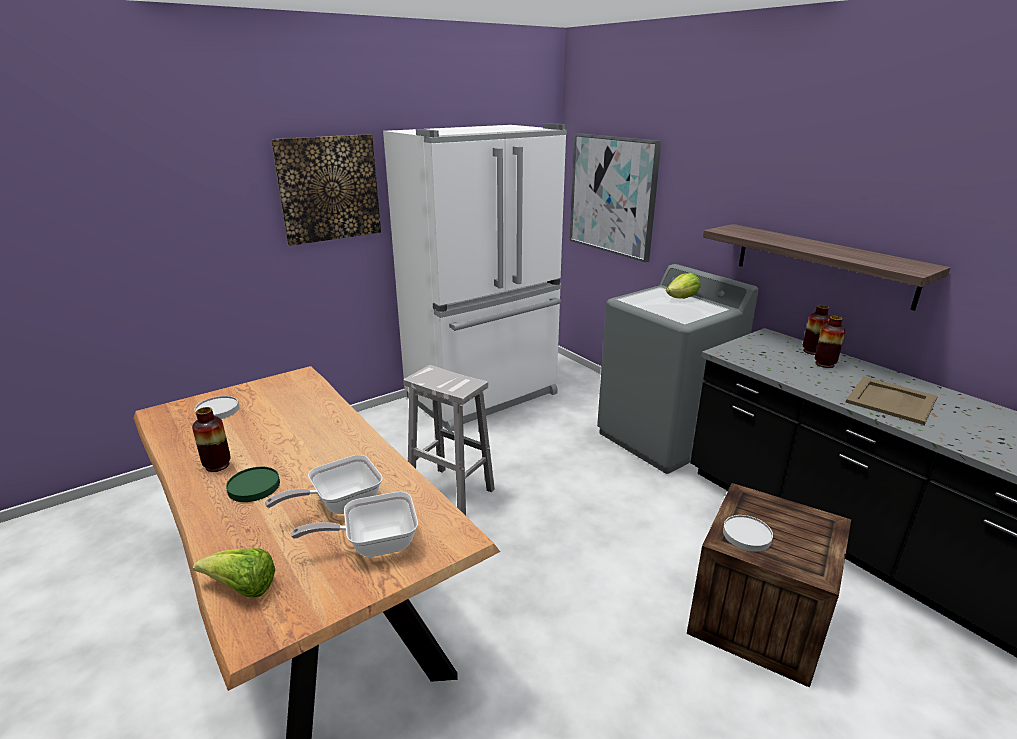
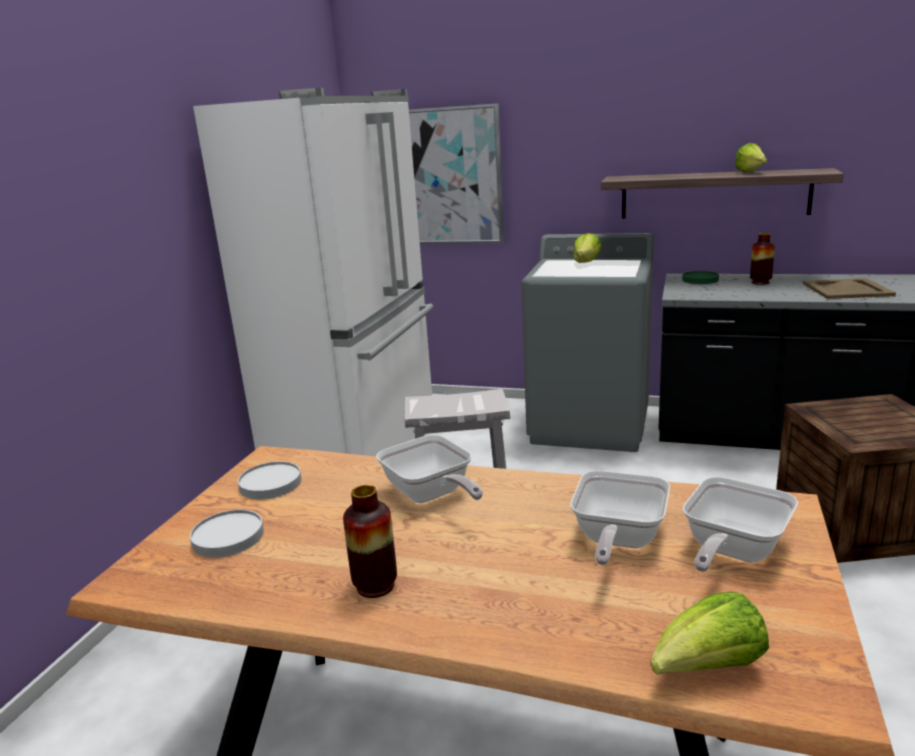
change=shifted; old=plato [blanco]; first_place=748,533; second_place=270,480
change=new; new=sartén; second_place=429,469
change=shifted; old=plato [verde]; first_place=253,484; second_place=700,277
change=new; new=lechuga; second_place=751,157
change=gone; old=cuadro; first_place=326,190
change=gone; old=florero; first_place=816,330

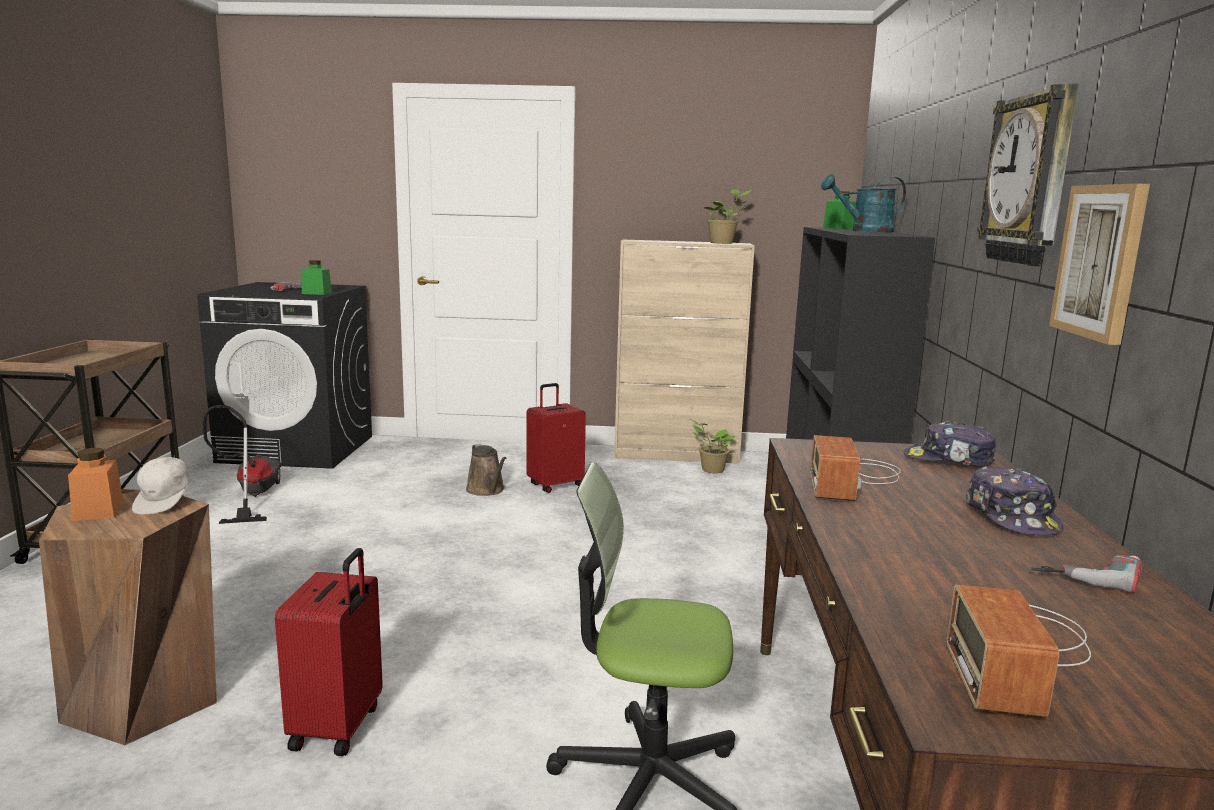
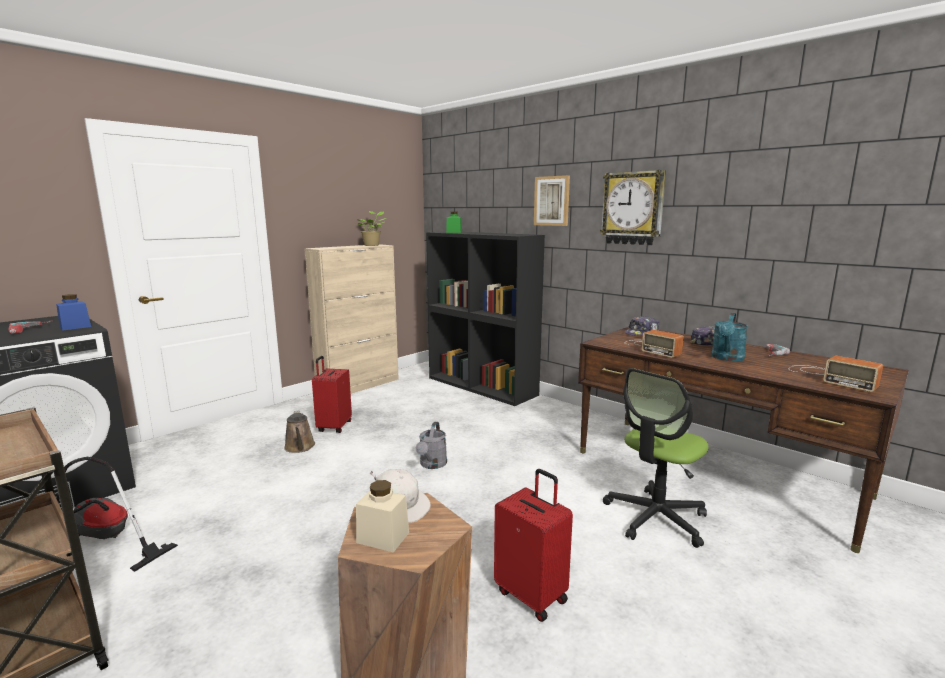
change=repainted; old=tarro [verde]; new=tarro [azul]; first_place=316,277; second_place=73,312
change=rotated; old=regadera [marrón]; first_place=486,470; second_place=299,432; degrees=60
change=repainted; old=tarro [naranja]; new=tarro [beis]; first_place=96,484; second_place=382,516
change=new; new=regadera [gris]; second_place=431,445
change=shifted; old=cuadro; first_place=1099,264; second_place=552,200
change=shifted; old=regadera [turquesa]; first_place=863,203; second_place=729,337
change=gone; old=planta en maceta; first_place=712,446

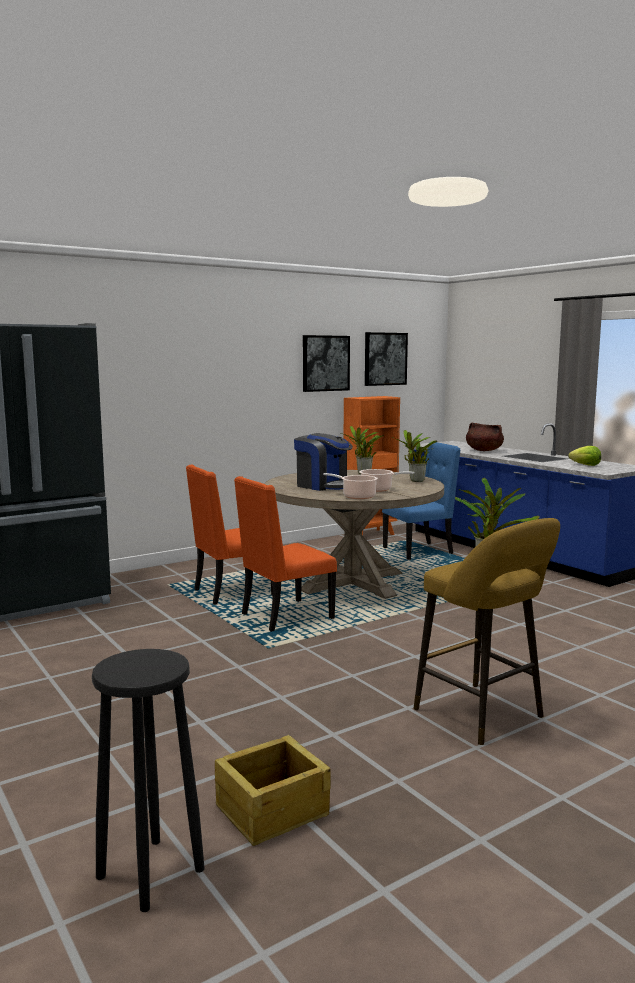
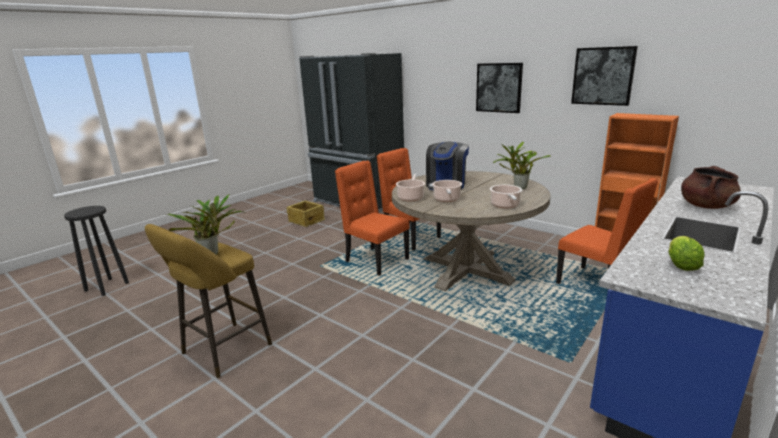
change=shifted; old=caja de embalaje; first_place=273,790; second_place=305,214
change=shifted; old=cuadro; first_place=386,359; second_place=499,88
change=swapped; old=planta en maceta; new=olla; first_place=414,456; second_place=506,196
change=repainted; old=silla [azul]; new=silla [naranja]; first_place=421,501; second_place=607,231

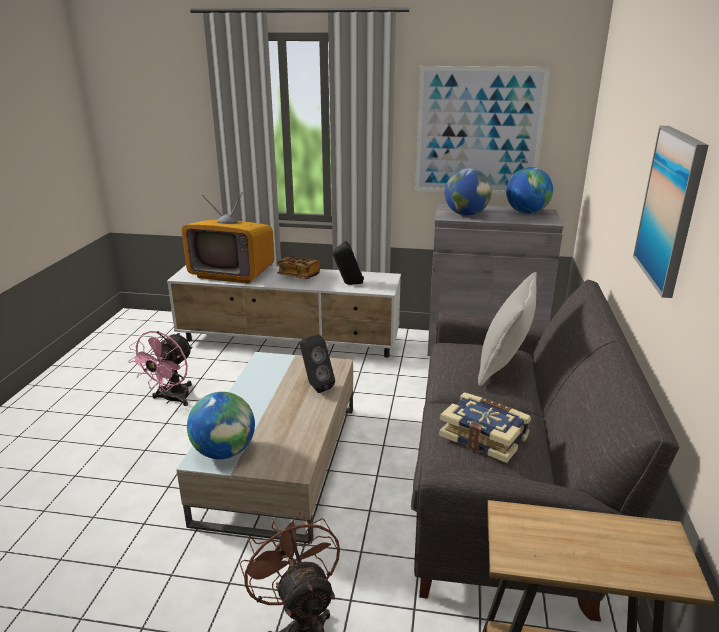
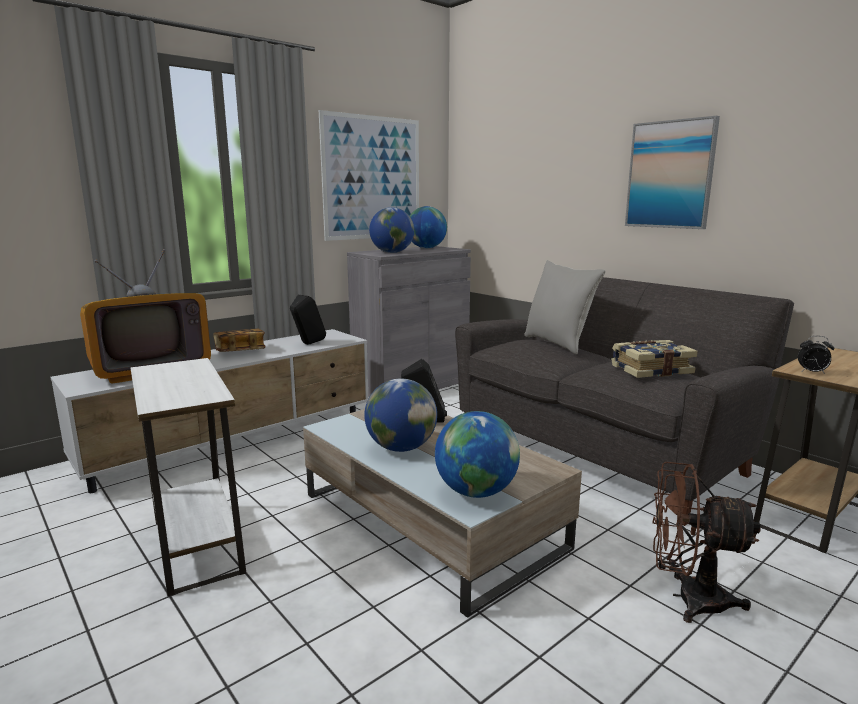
change=swapped; old=ventilador [rosa]; new=mesa auxiliar [blanco]; first_place=160,368; second_place=188,477
change=new; new=globo terráqueo; second_place=400,415
change=new; new=despertador; second_place=816,355

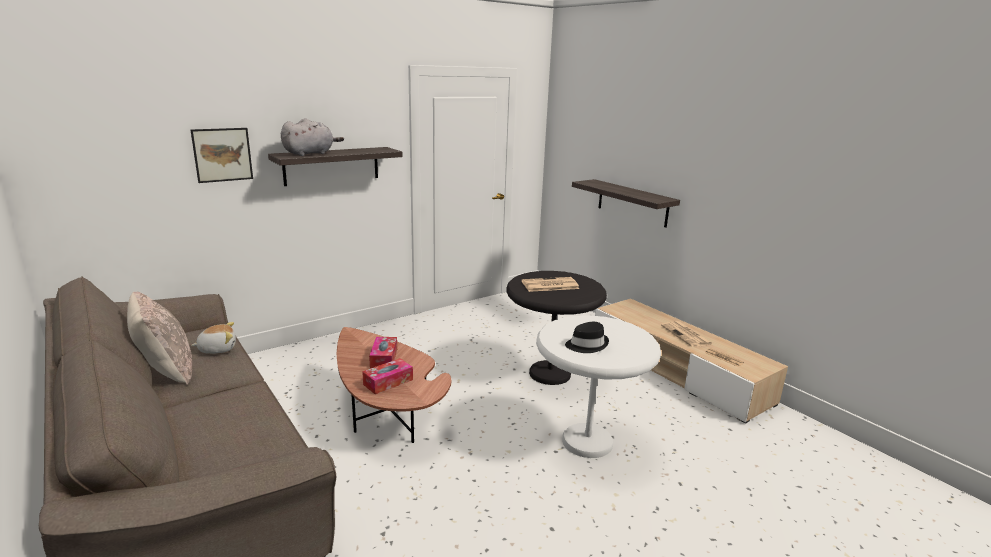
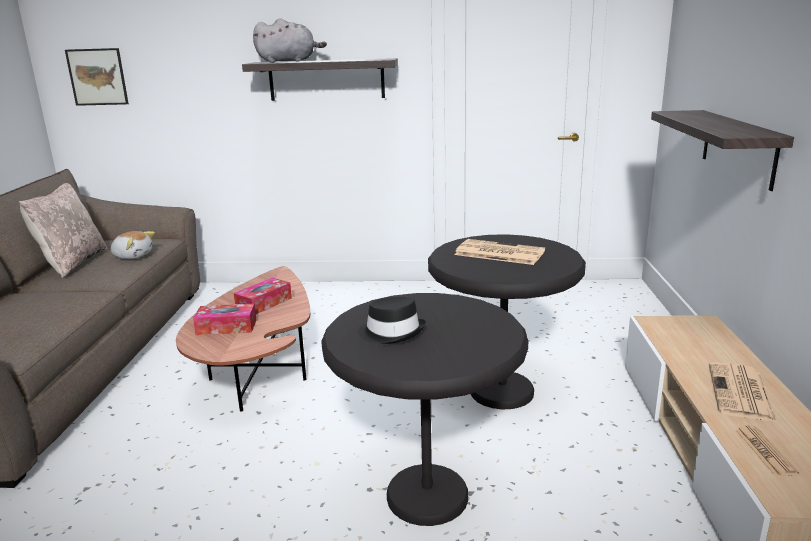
change=shifted; old=cuadro; first_place=222,155; second_place=97,77
change=repainted; old=mesa auxiliar [blanco]; new=mesa auxiliar [negro]; first_place=598,386; second_place=424,409

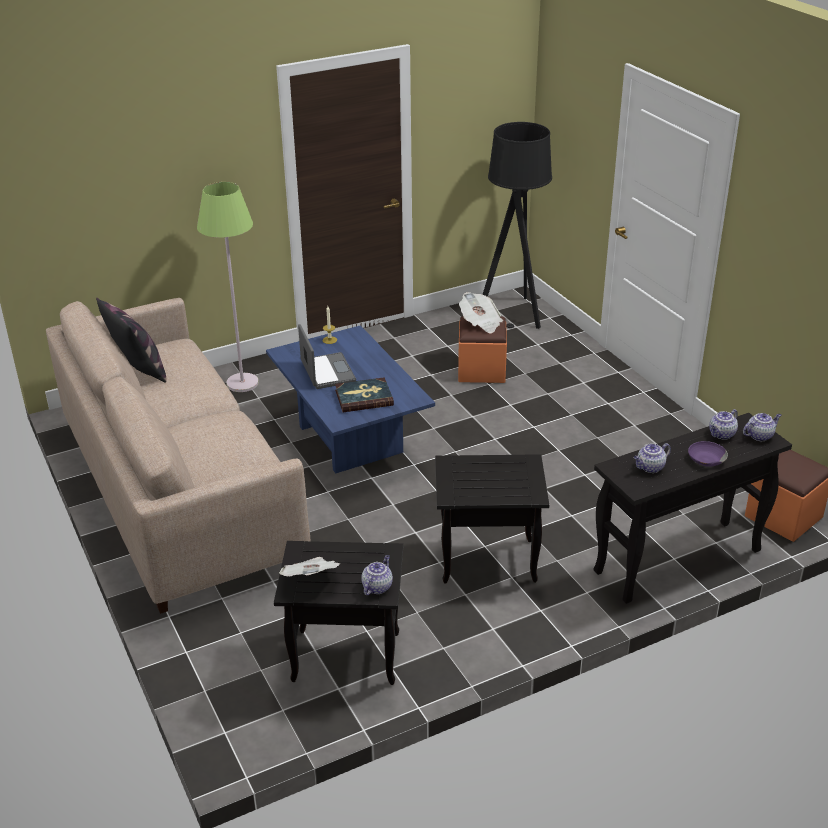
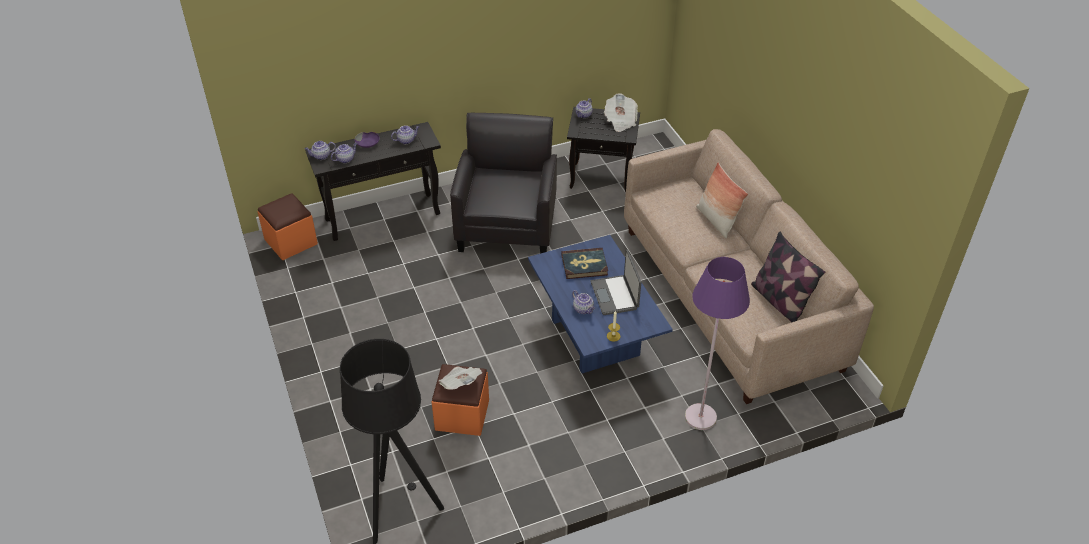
change=swapped; old=mesa auxiliar [negro]; new=sillón [negro]; first_place=492,519; second_place=503,183
change=new; new=tetera; second_place=583,302
change=repainted; old=lámpara de pie [verde]; new=lámpara de pie [morado]; first_place=228,287; second_place=717,343
change=new; new=cojín; second_place=722,200

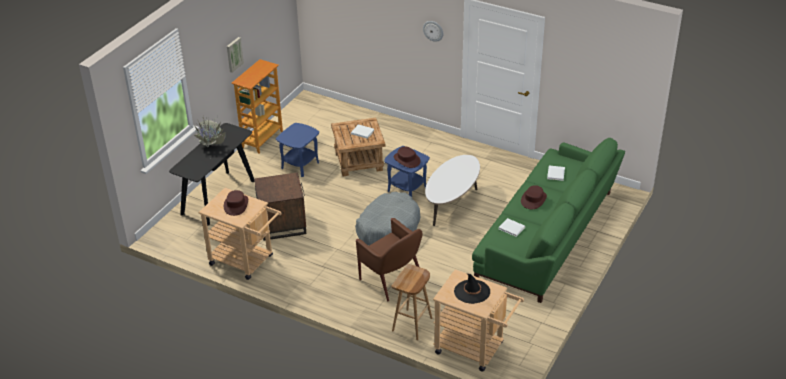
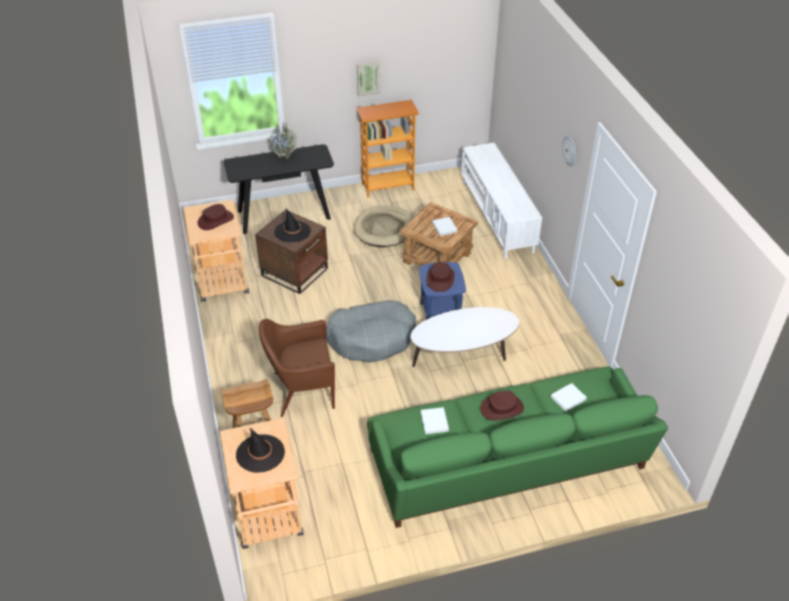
change=rotated; old=sillón [marrón]; first_place=389,260; second_place=297,368; degrees=75
change=new; new=sombrero [negro]; second_place=292,225
change=swapped; old=mesa auxiliar [azul]; new=cama para perro [beis]; first_place=297,150; second_place=383,226
change=new; new=mueble de televisión [blanco]; second_place=501,200

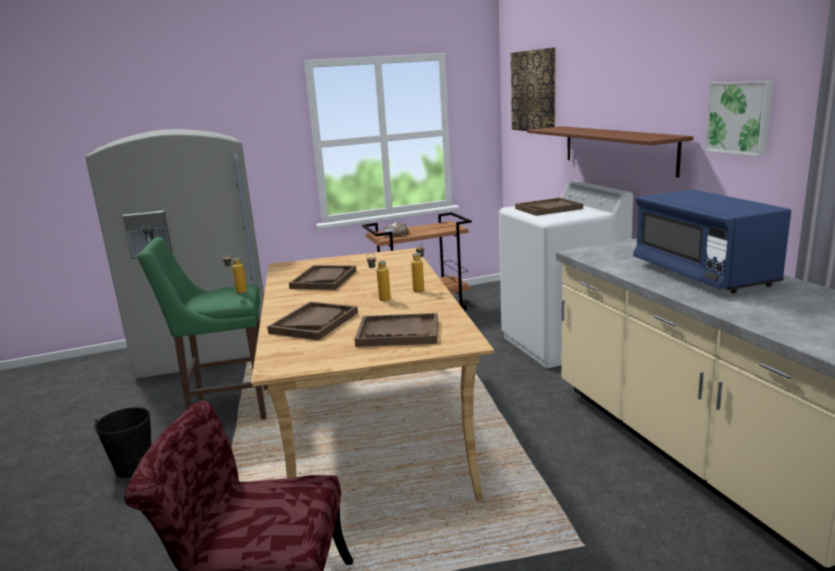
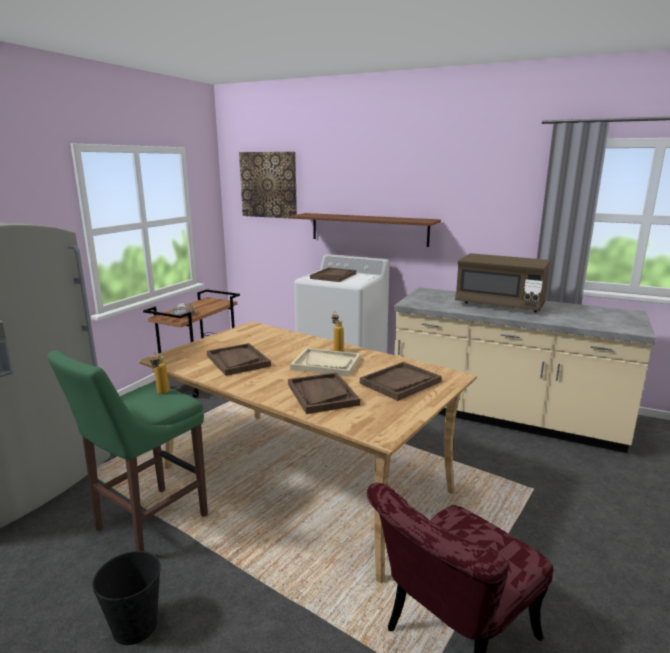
change=swapped; old=botella; new=bandeja [beis]; first_place=379,277; second_place=325,362
change=repainted; old=microondas [azul]; new=microondas [marrón]; first_place=712,241; second_place=502,282
change=gone; old=cuadro; first_place=739,119

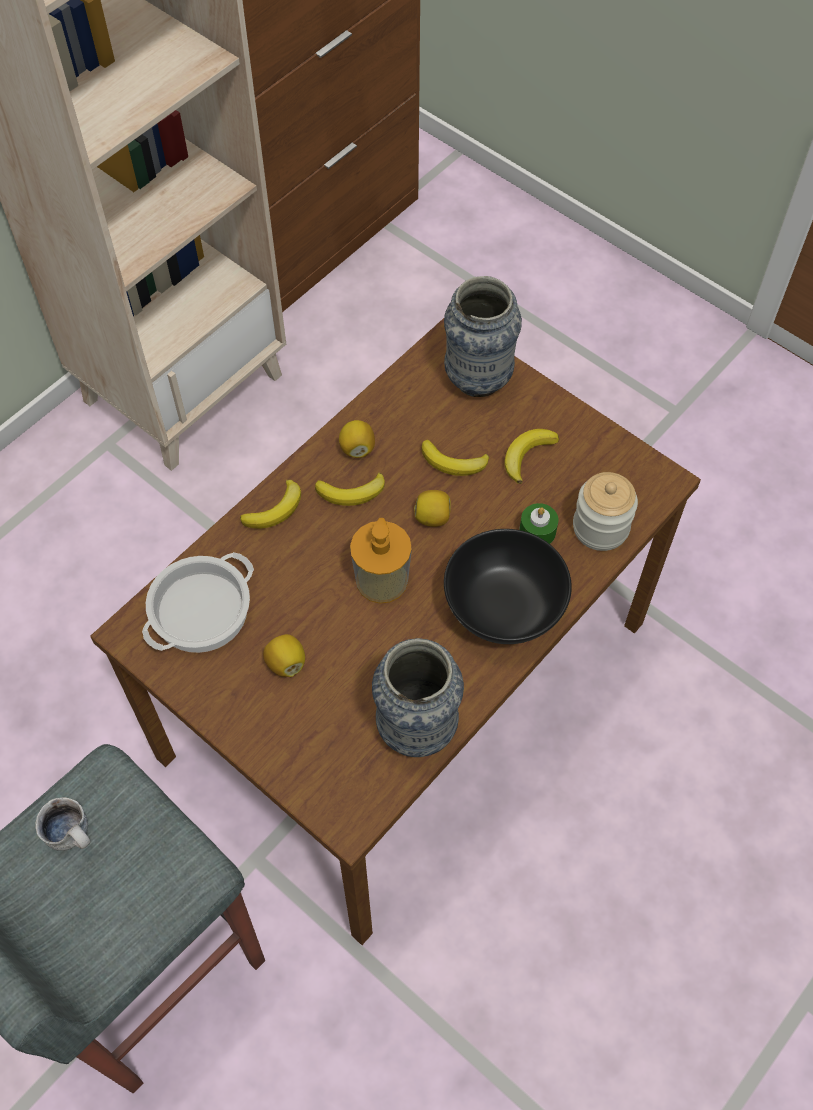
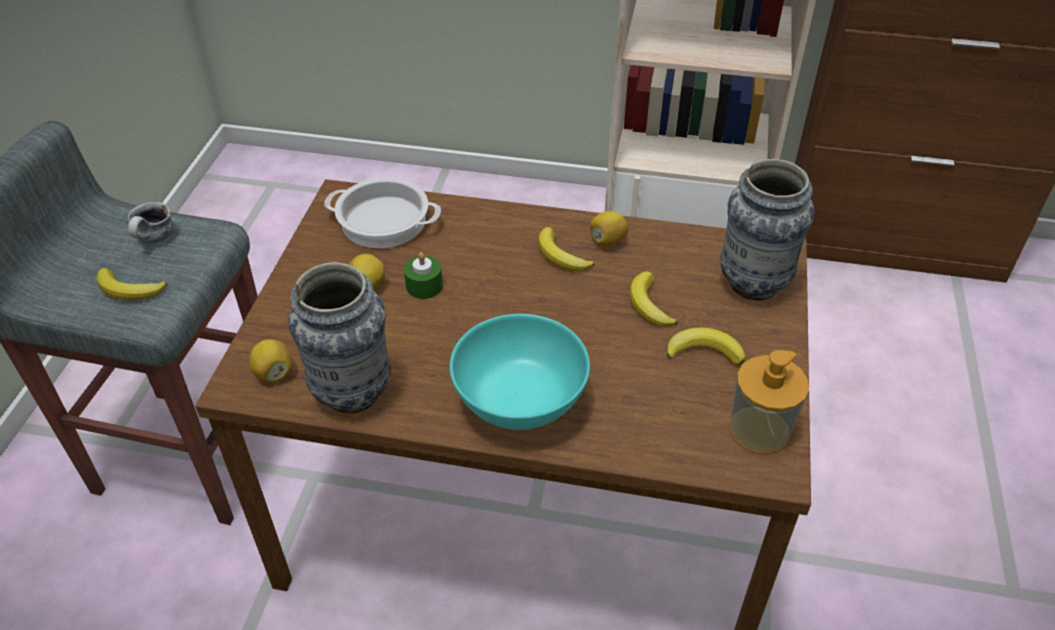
change=shifted; old=plátano; first_place=270,504; second_place=132,284
change=shifted; old=limón; first_place=432,508; second_place=271,360
change=shifted; old=vela [verde]; first_place=538,523; second_place=423,275
change=repainted; old=cuenco [negro]; new=cuenco [turquesa]; first_place=508,586; second_place=519,372
change=shifted; old=dispensador de jabón; first_place=381,560; second_place=769,402
change=gone; old=tarro; first_place=605,511

